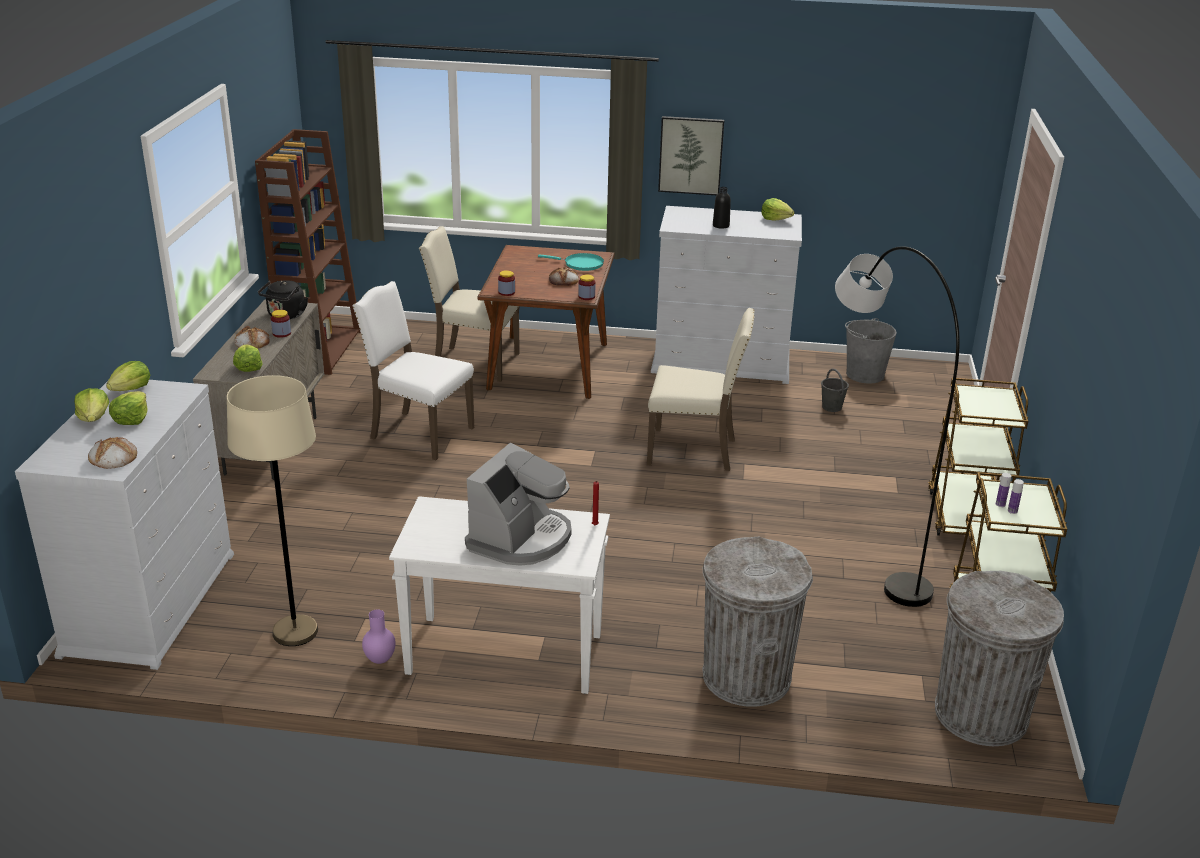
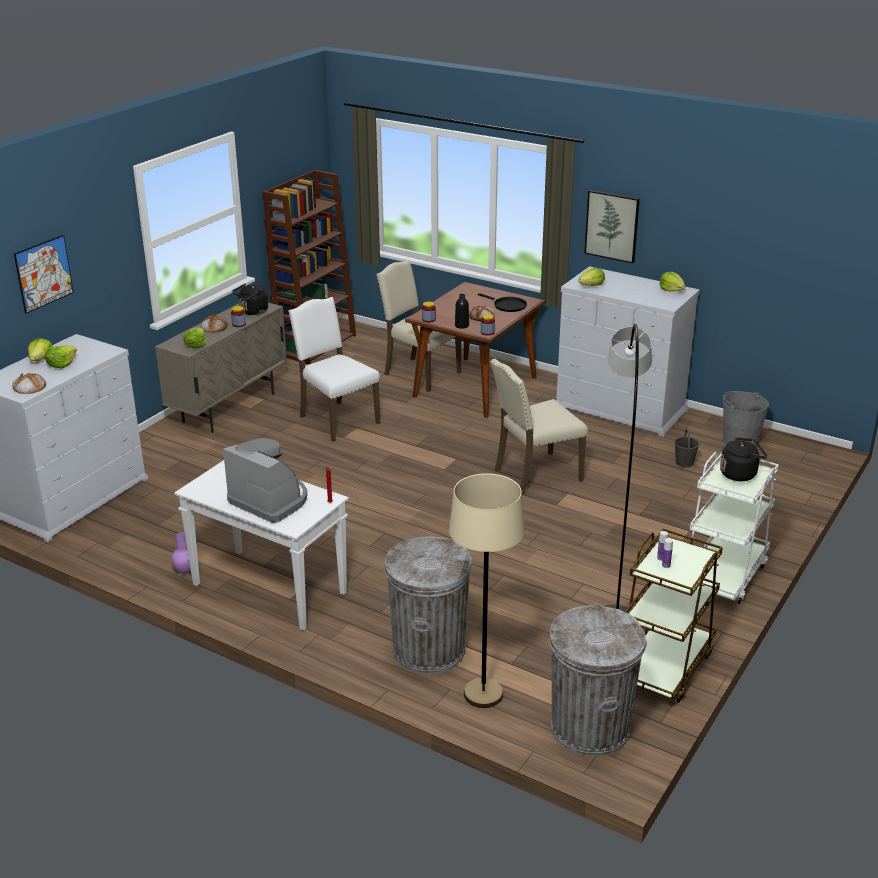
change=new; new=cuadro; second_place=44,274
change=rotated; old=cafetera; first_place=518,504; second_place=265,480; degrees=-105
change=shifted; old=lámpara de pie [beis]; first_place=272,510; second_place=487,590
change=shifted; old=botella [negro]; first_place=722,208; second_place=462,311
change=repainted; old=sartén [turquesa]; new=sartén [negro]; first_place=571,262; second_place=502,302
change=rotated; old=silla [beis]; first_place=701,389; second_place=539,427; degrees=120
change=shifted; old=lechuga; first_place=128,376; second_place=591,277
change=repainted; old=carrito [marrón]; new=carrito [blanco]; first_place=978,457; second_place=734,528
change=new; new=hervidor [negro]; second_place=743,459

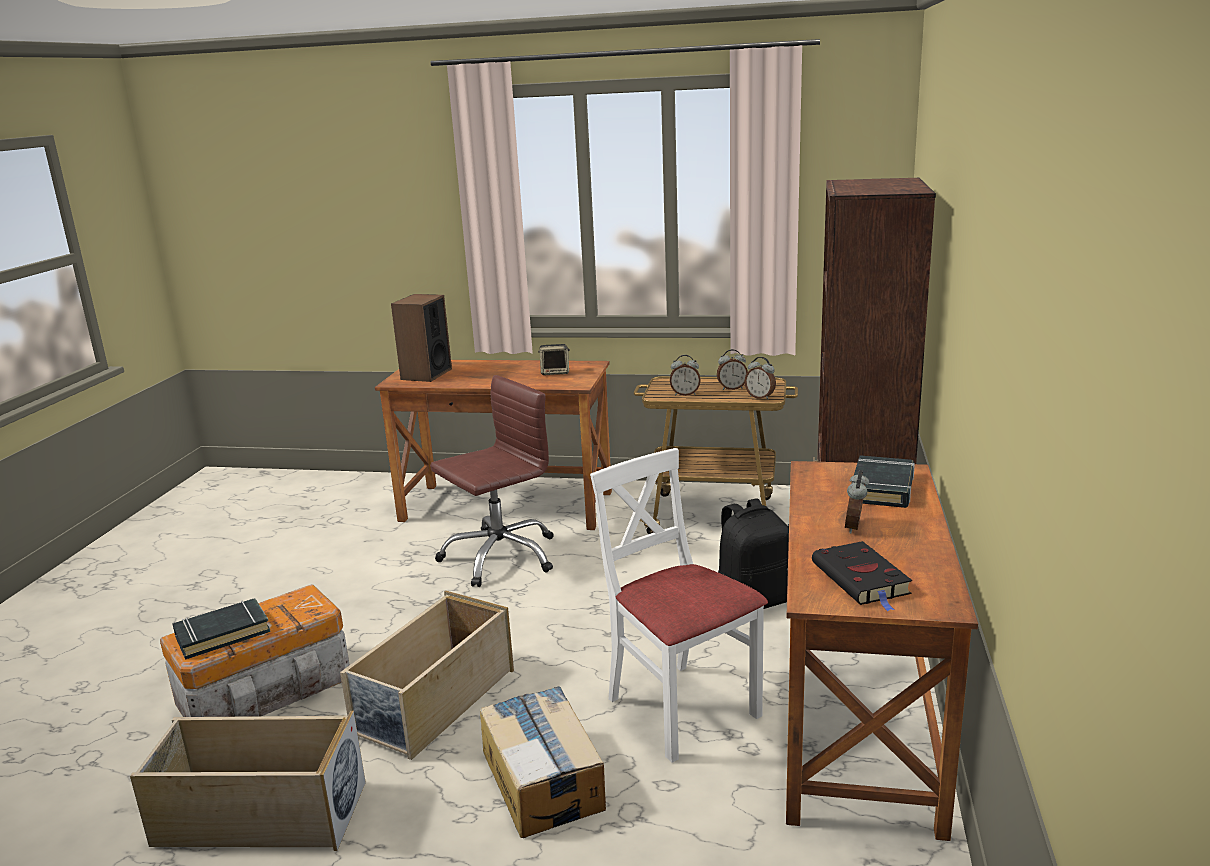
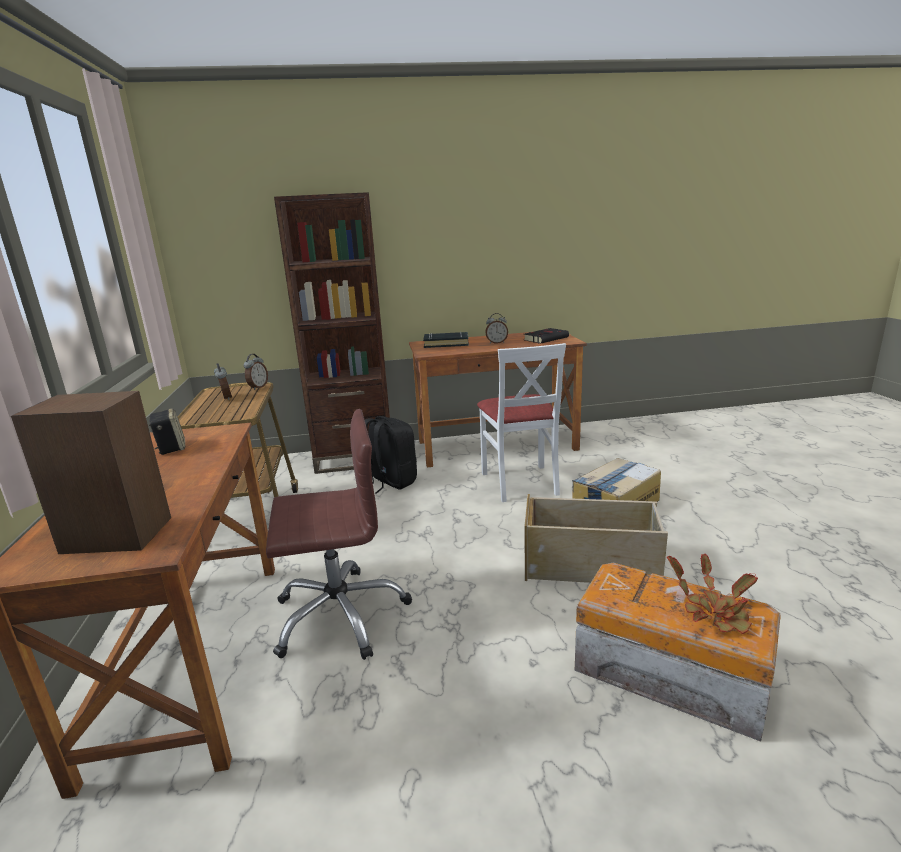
change=rotated; old=silla de oficina [marrón]; first_place=491,481; second_place=339,534; degrees=135
change=rotated; old=silla [blanco]; first_place=679,605; second_place=521,422; degrees=-45
change=swapped; old=libro [negro]; new=planta en maceta; first_place=221,629; second_place=712,594
change=gone; old=caja de almacenaje [beis]; first_place=248,781
change=gone; old=despertador; first_place=685,375

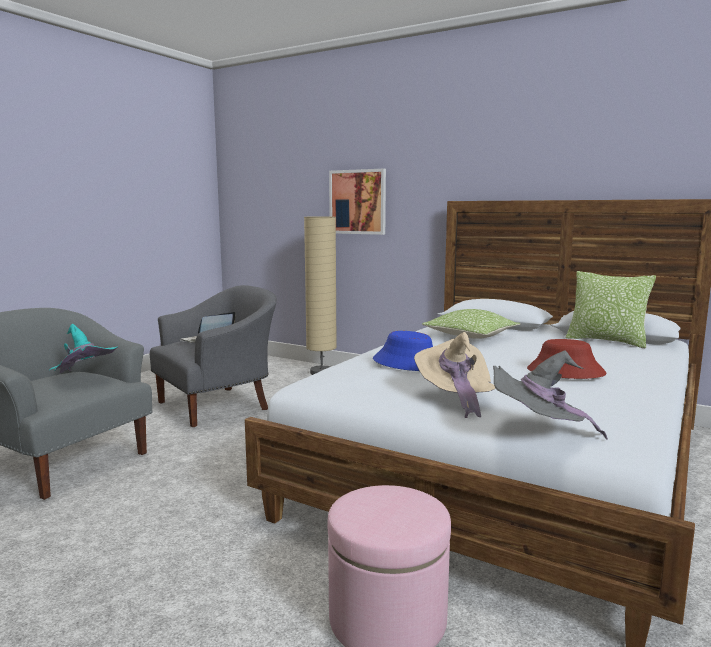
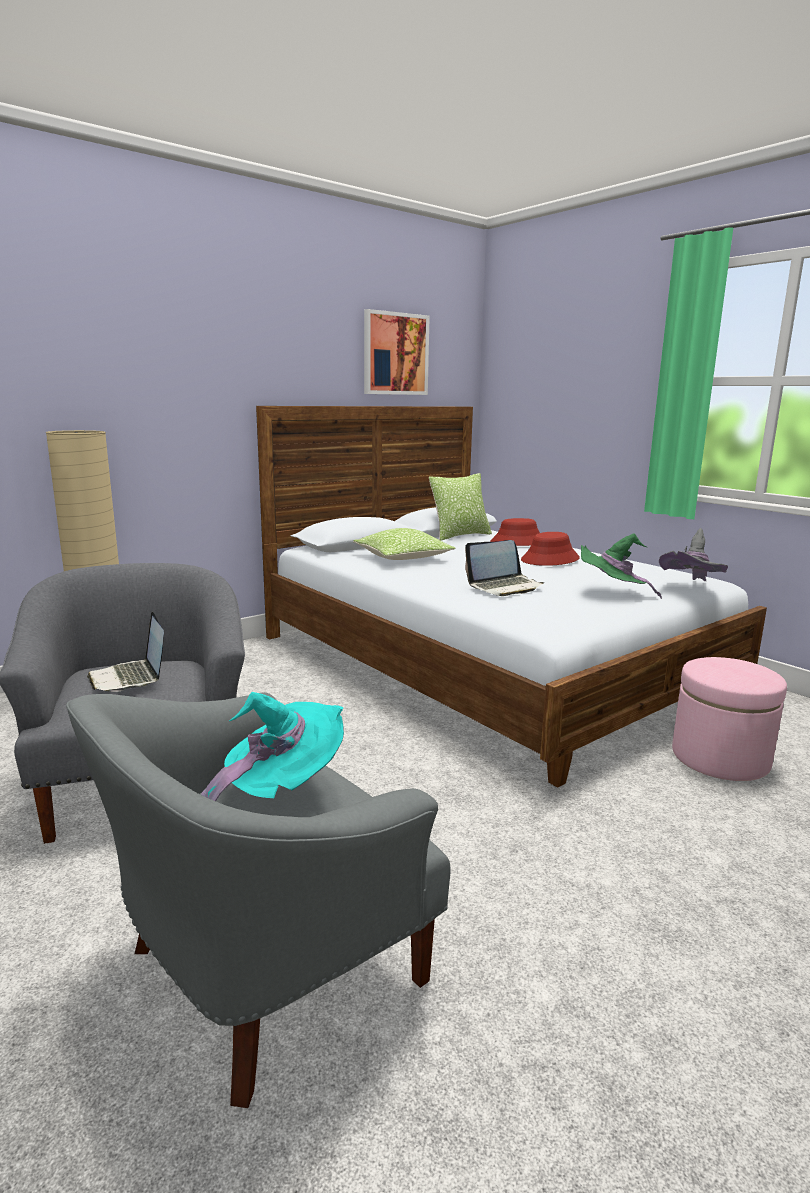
change=shifted; old=cuadro; first_place=357,202; second_place=397,352
change=swapped; old=sombrero [azul]; new=portátil; first_place=403,351; second_place=504,568
change=new; new=sombrero [rojo]; second_place=515,532
change=repainted; old=sombrero [beis]; new=sombrero [verde]; first_place=454,375; second_place=621,566

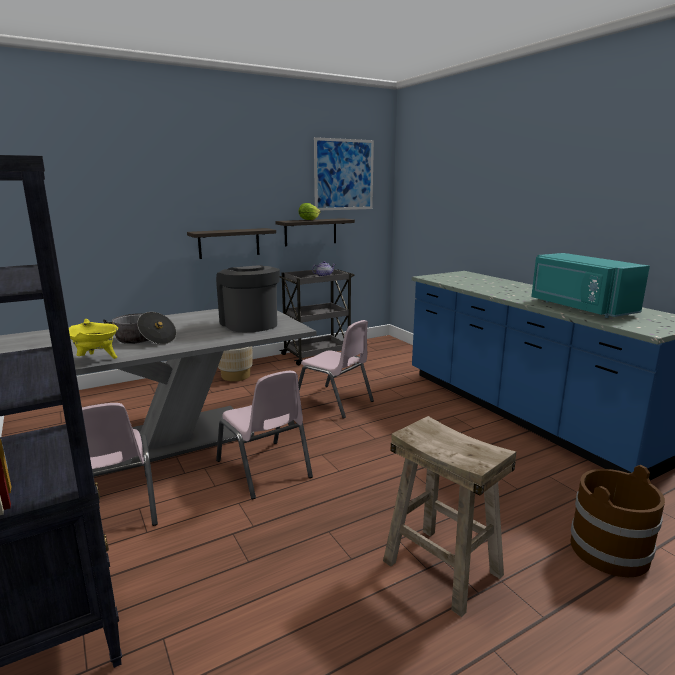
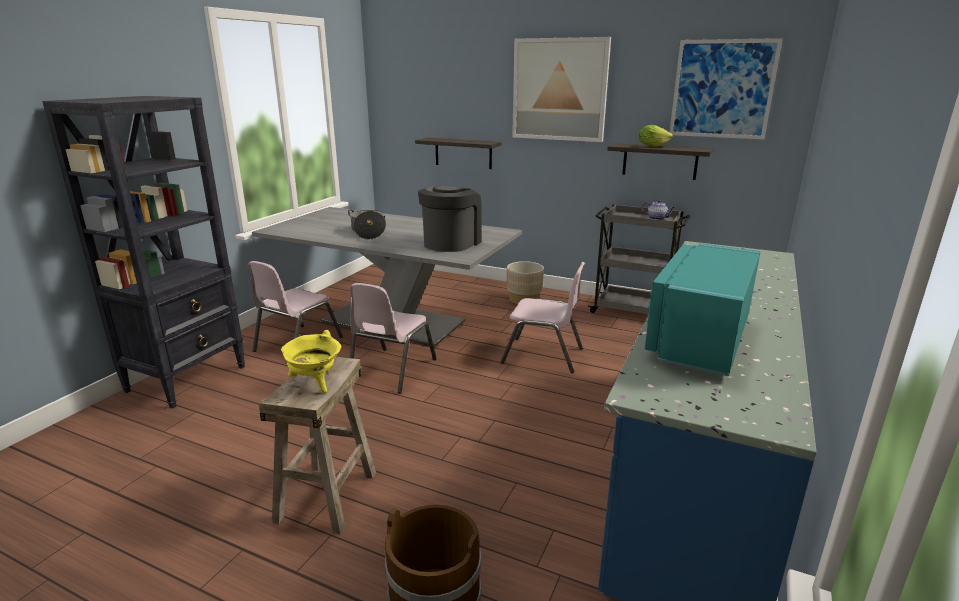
change=shifted; old=olla [amarillo]; first_place=93,339; second_place=311,361
change=shifted; old=estante; first_place=231,243; second_place=458,153
change=rotated; old=silla [rosa]; first_place=336,369; second_place=542,317; degrees=-75
change=new; new=cuadro; second_place=561,89

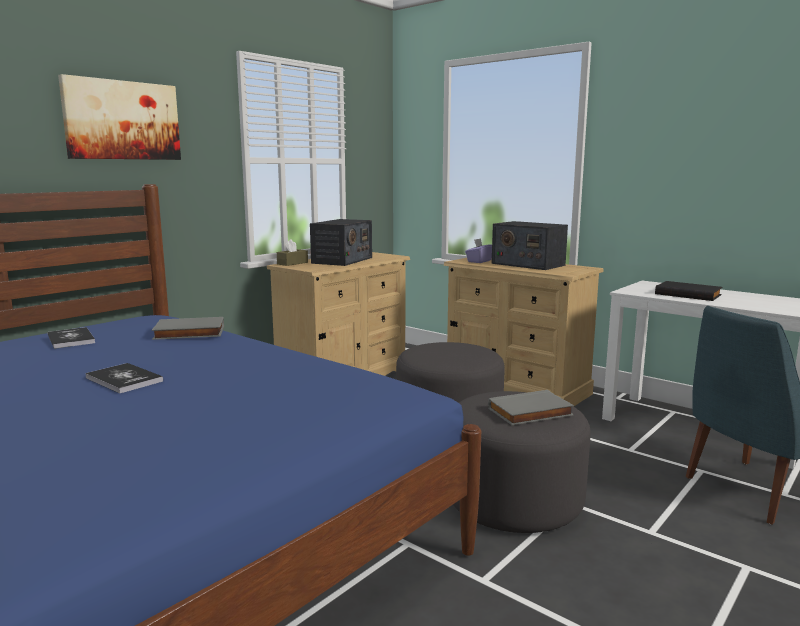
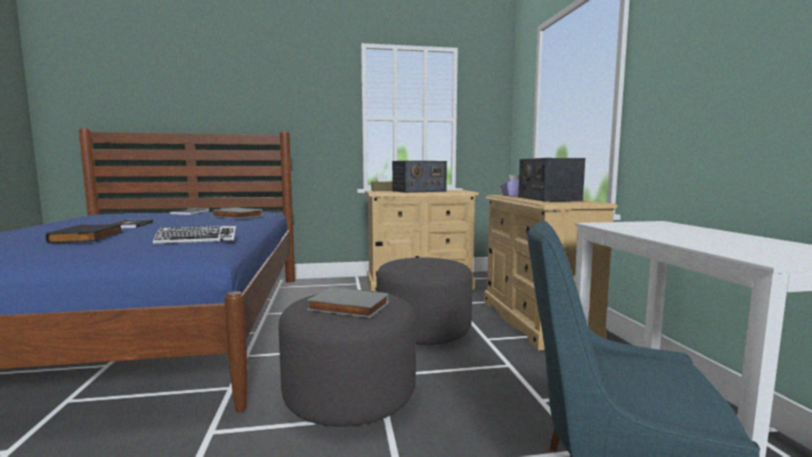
change=shifted; old=libro [negro]; first_place=689,291; second_place=84,234
change=new; new=teclado; second_place=194,235
change=gone; old=cuadro; first_place=119,117

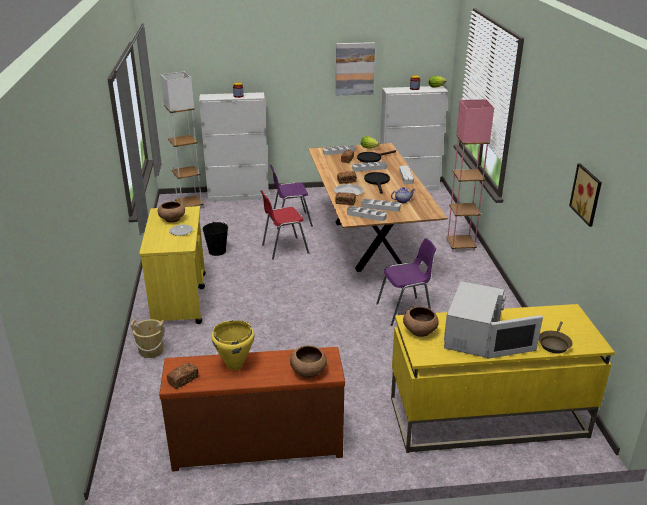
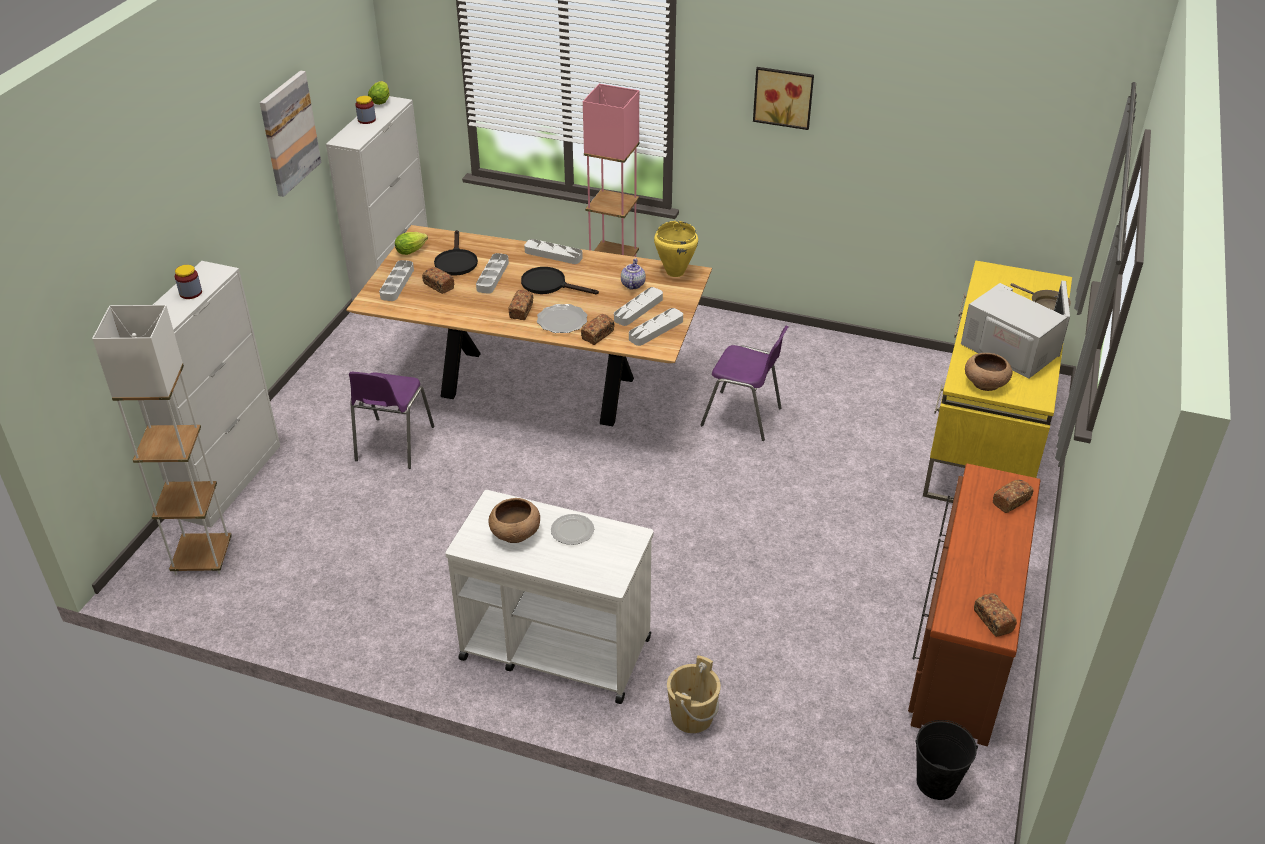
change=repainted; old=carrito [amarillo]; new=carrito [blanco]; first_place=172,265; second_place=549,597
change=shifted; old=olla [amarillo]; first_place=232,345; second_place=676,249
change=rotated; old=silla [morado]; first_place=406,282; second_place=744,383; degrees=105
change=shifted; old=cuadro; first_place=585,195; second_place=783,98
change=shifted; old=cubo [negro]; first_place=215,238; second_place=946,760
change=swapped; old=cuenco [marrón]; new=pan; first_place=308,361; second_place=1013,496
change=gone; old=silla [rojo]; first_place=285,225

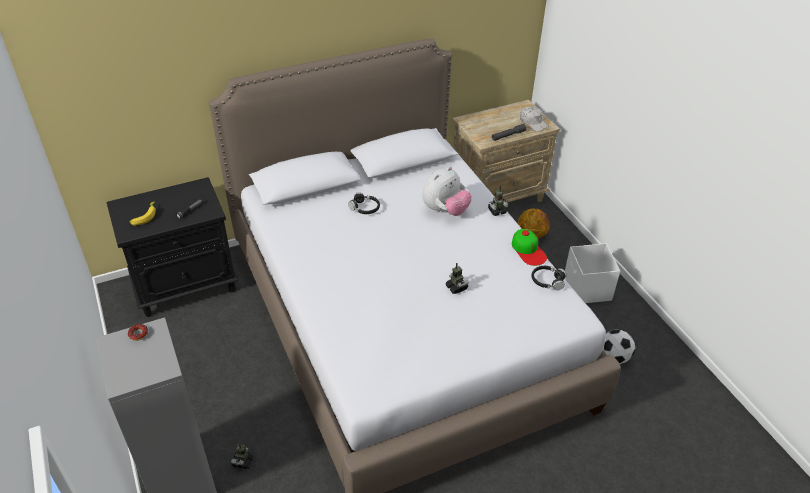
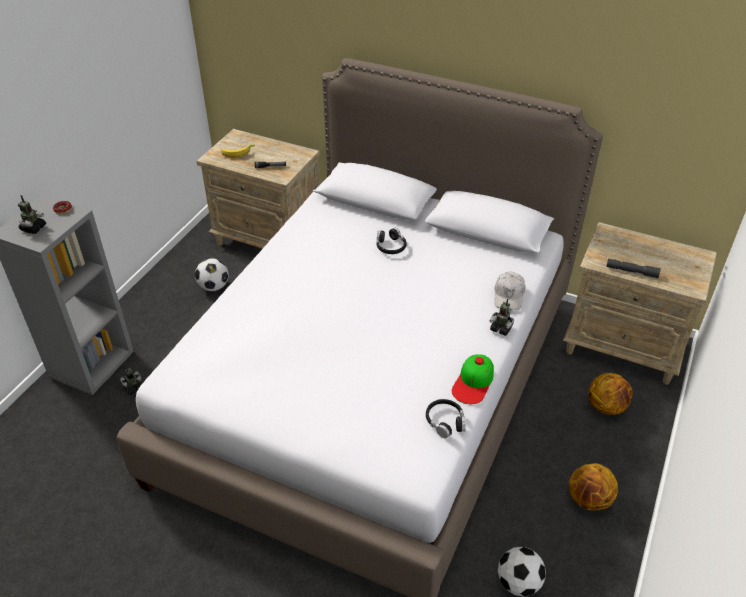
change=shifted; old=robot de juguete; first_place=457,278; second_place=32,214
change=new; new=balón de fútbol; second_place=212,274
change=repainted; old=mesita de noche [negro]; new=mesita de noche [beis]; first_place=172,247; second_place=258,189
change=shifted; old=gorra [blanco]; first_place=534,119; second_place=509,291
change=swapped; old=caja de almacenaje [blanco]; new=balón de baloncesto; first_place=592,273; second_place=593,486
change=gone; old=peluche; first_place=447,191

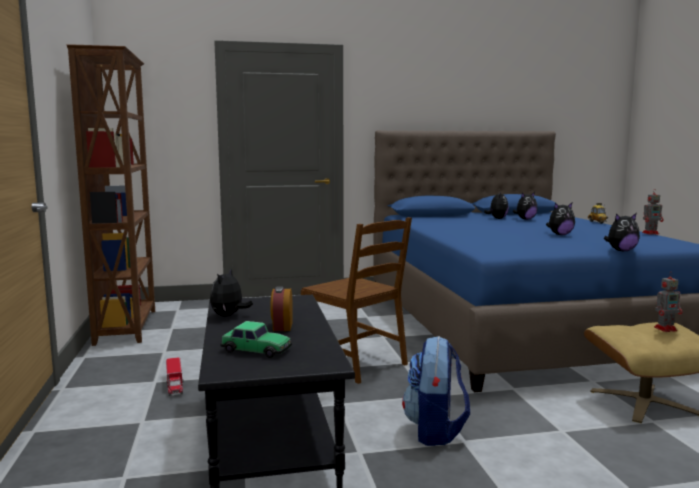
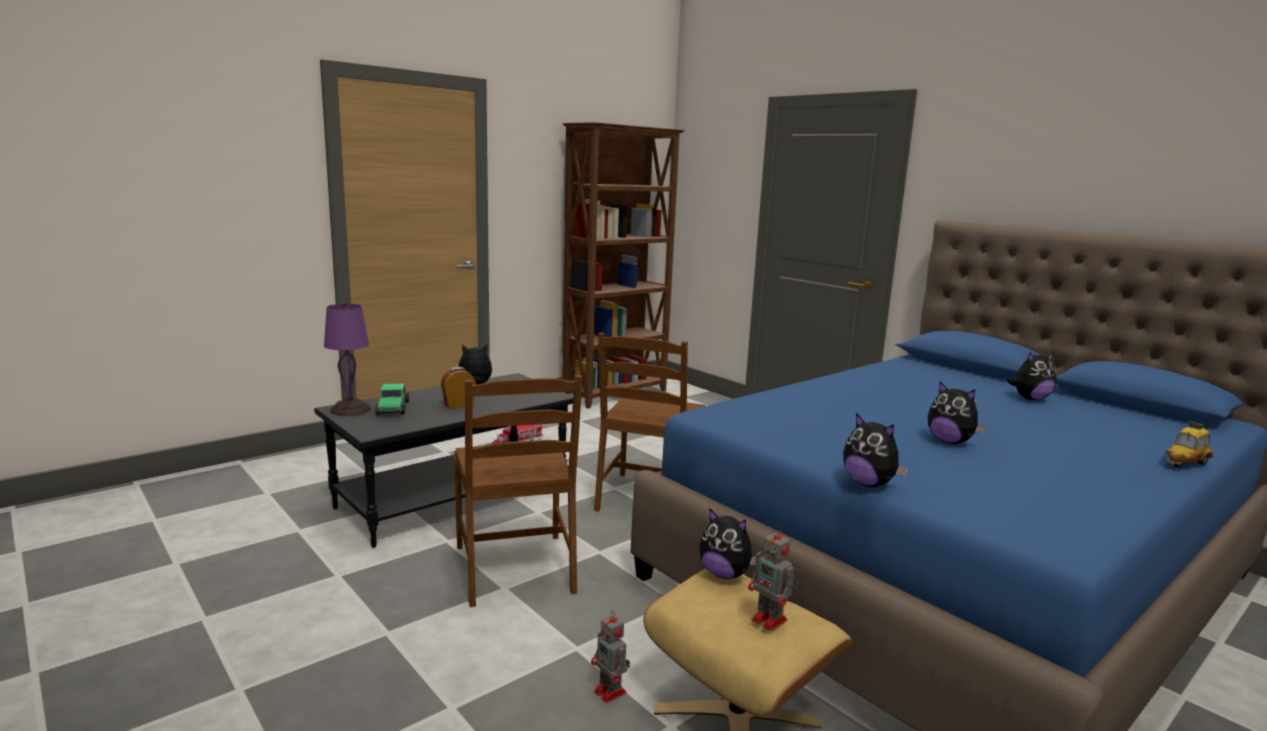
change=new; new=lámpara de mesa [morado]; second_place=347,359
change=swapped; old=mochila; new=silla [marrón]; first_place=436,391; second_place=518,491
change=shifted; old=robot de juguete; first_place=652,212; second_place=610,656
change=shifted; old=peluche; first_place=525,206; second_place=727,544

